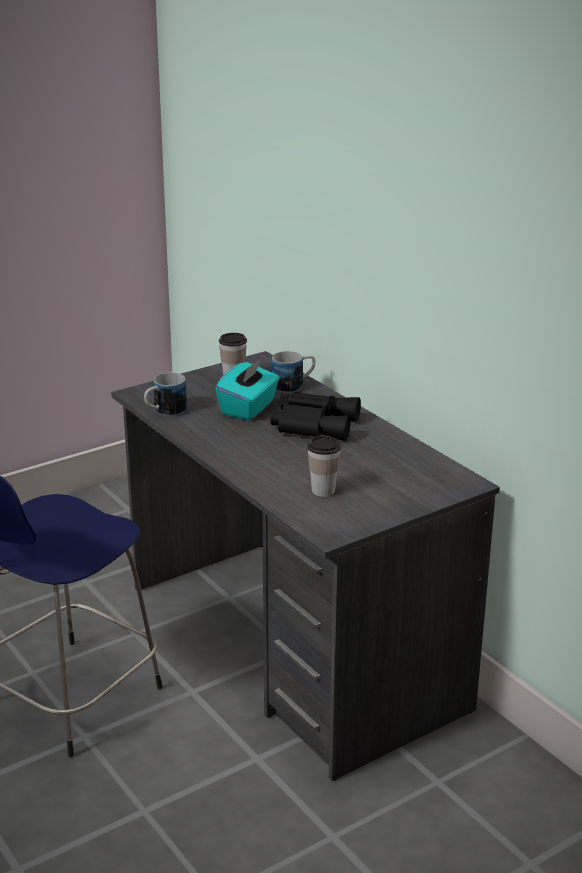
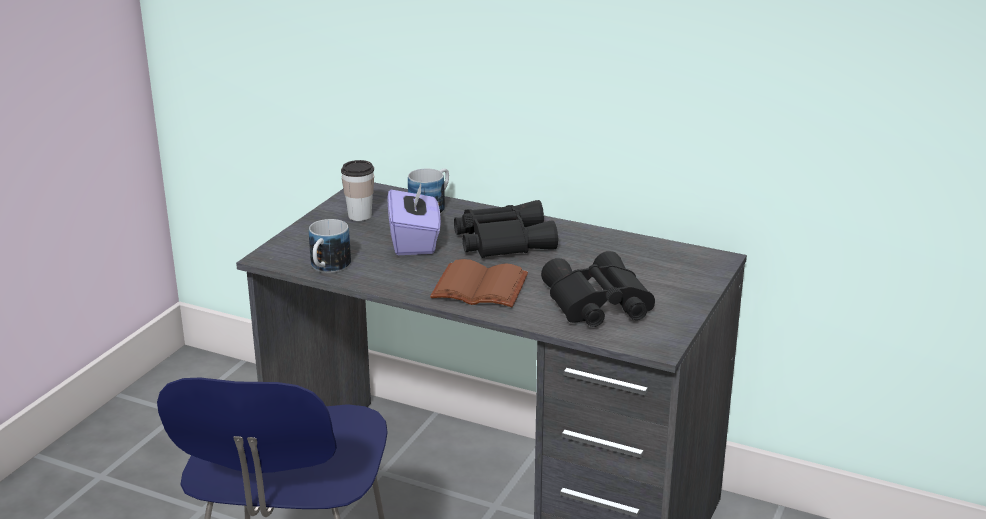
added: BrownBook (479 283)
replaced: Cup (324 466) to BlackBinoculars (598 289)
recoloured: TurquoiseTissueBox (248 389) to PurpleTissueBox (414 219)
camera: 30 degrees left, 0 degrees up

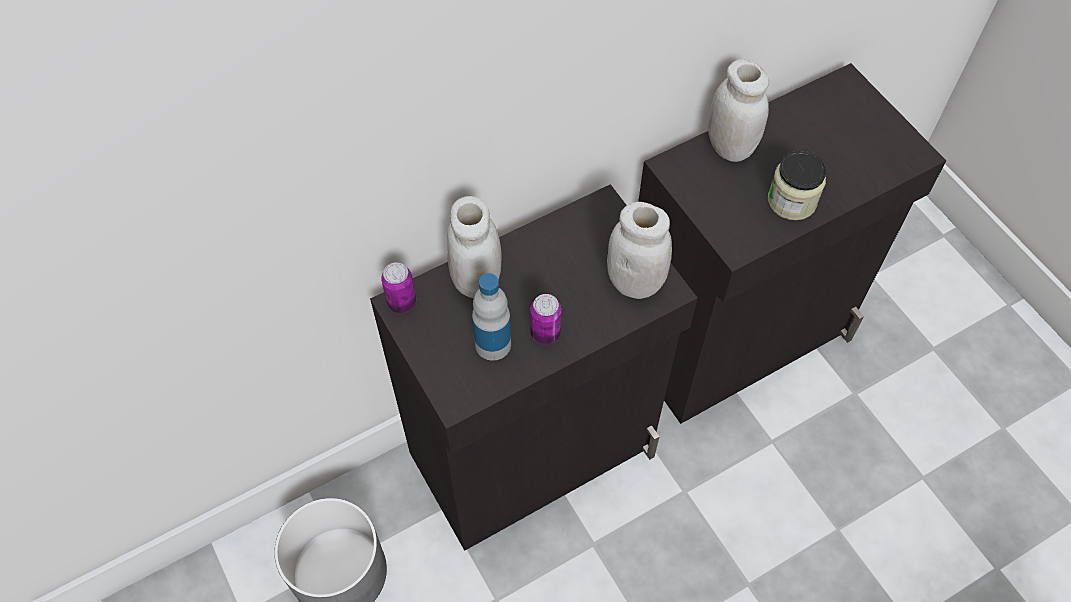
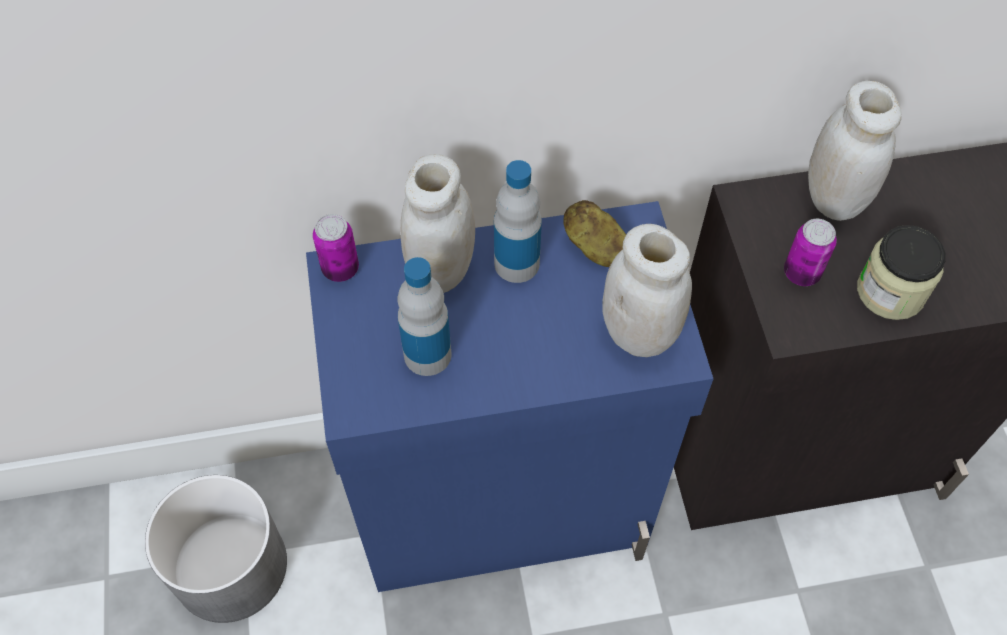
added: Bottle (518 221); Potato (594 233)
moved: Can (546 319) to (810 252)
recoloured: BlackCabinet (534 367) to BlueCabinet (509 396)
camera: 20 degrees right, 0 degrees up

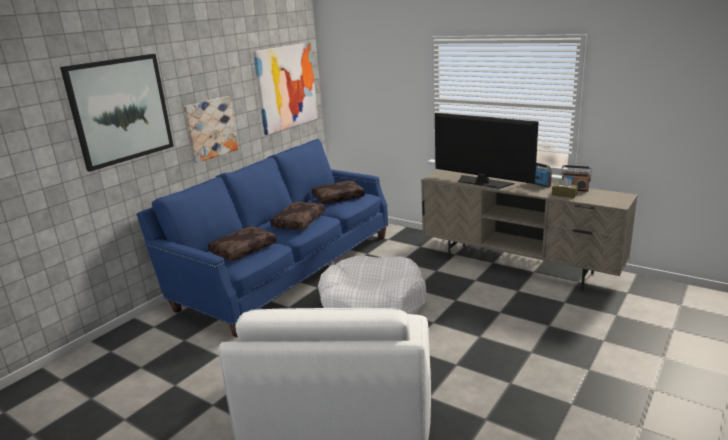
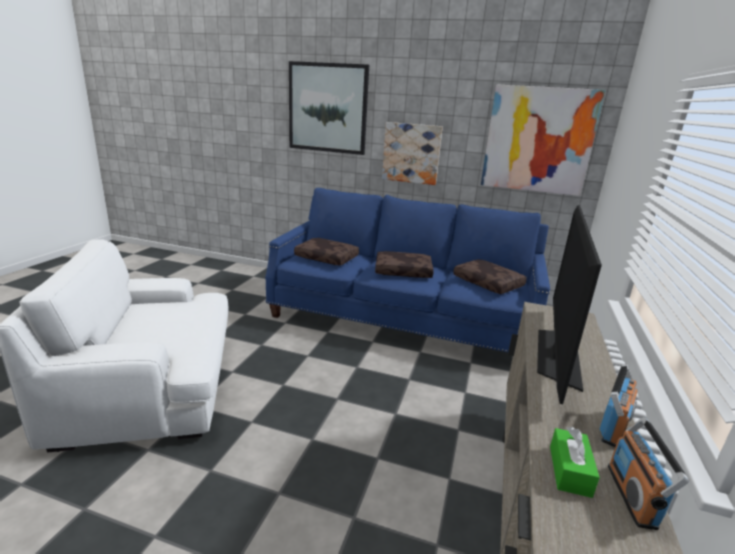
removed: WhiteDogBed (372 284)
recoloured: BrownTissueBox (565 187) to GreenTissueBox (575 462)
camera: 70 degrees right, 0 degrees up

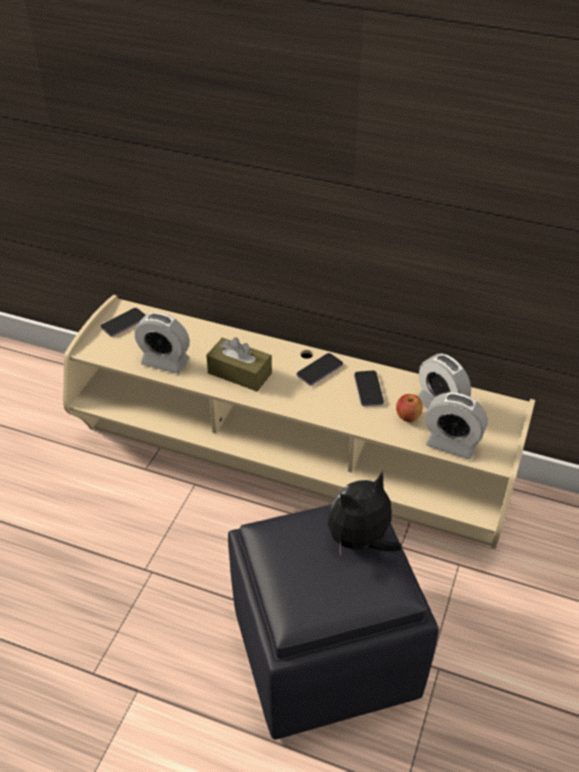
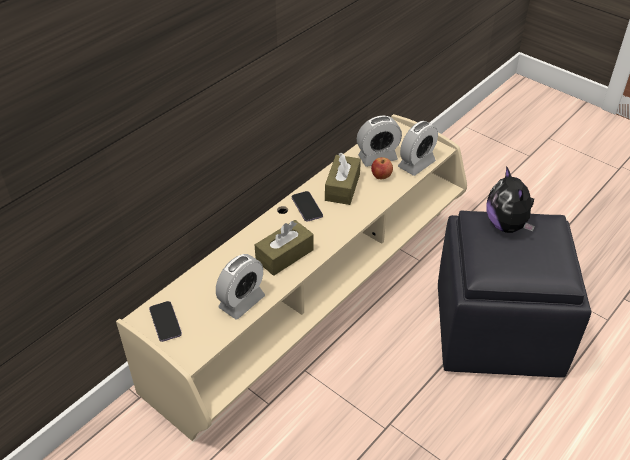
replaced: Phone (369 388) to BrownTissueBox (343 179)
camera: 70 degrees left, 0 degrees up

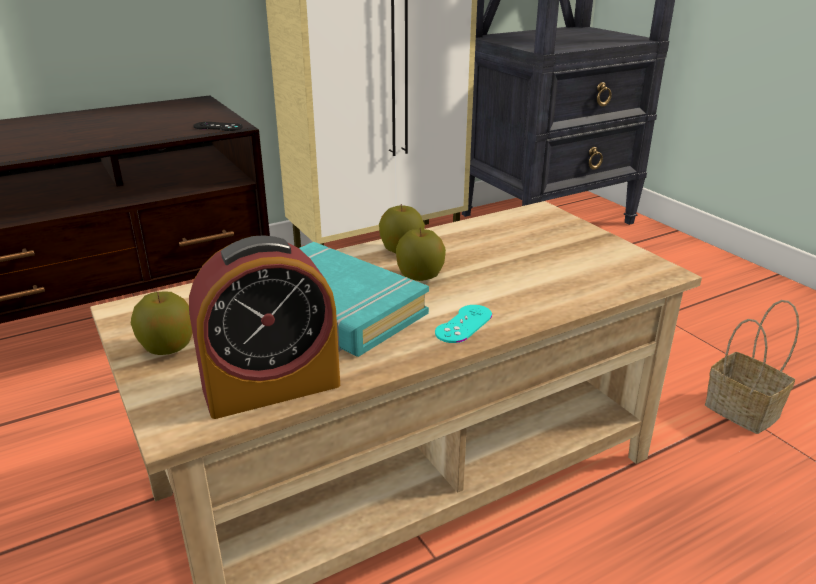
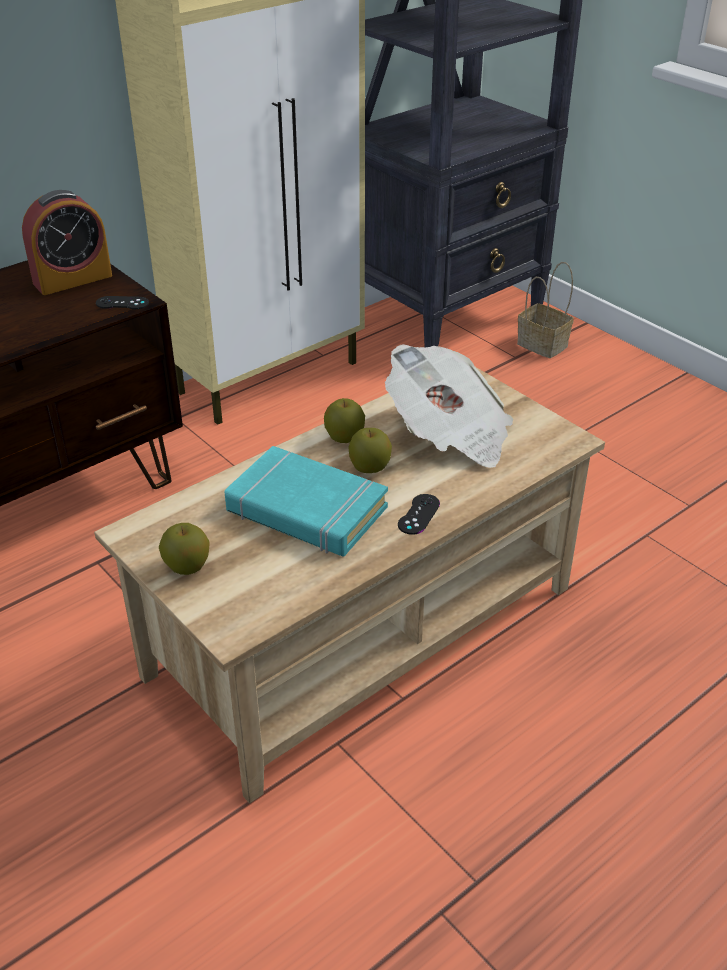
added: Newspaper (449 406)
moved: AlarmClock (264 327) to (67 242); Basket (752 367) to (545 310)
recoloured: TurquoiseGameController (463 324) to BlackGameController (419 514)
camera: 10 degrees left, 10 degrees up

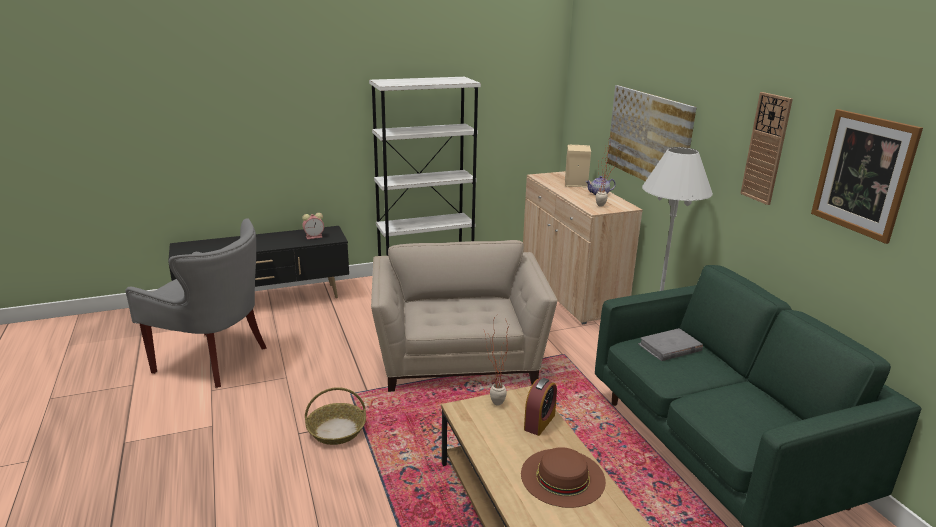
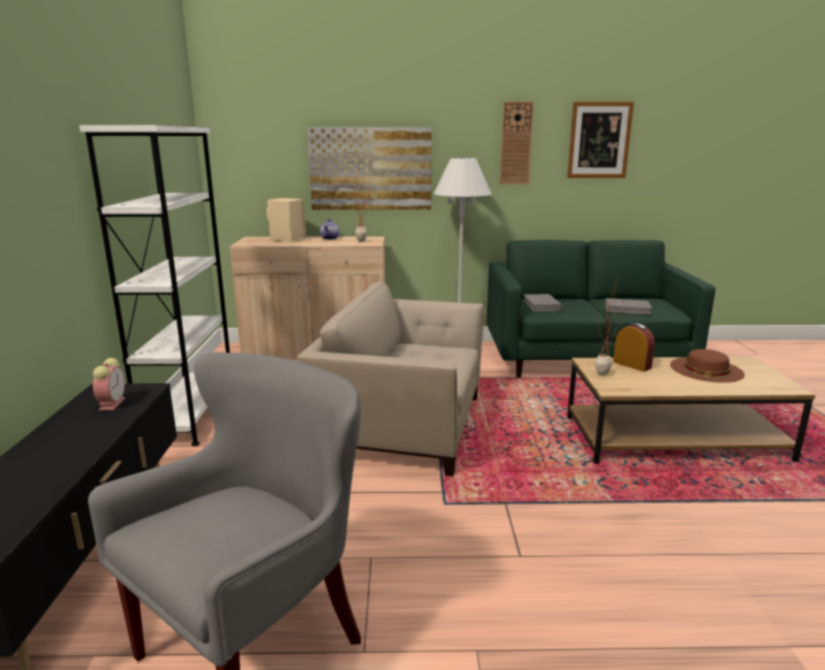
removed: Basket (335 416)
added: GreyBook (628 306)
camera: 70 degrees left, 5 degrees down

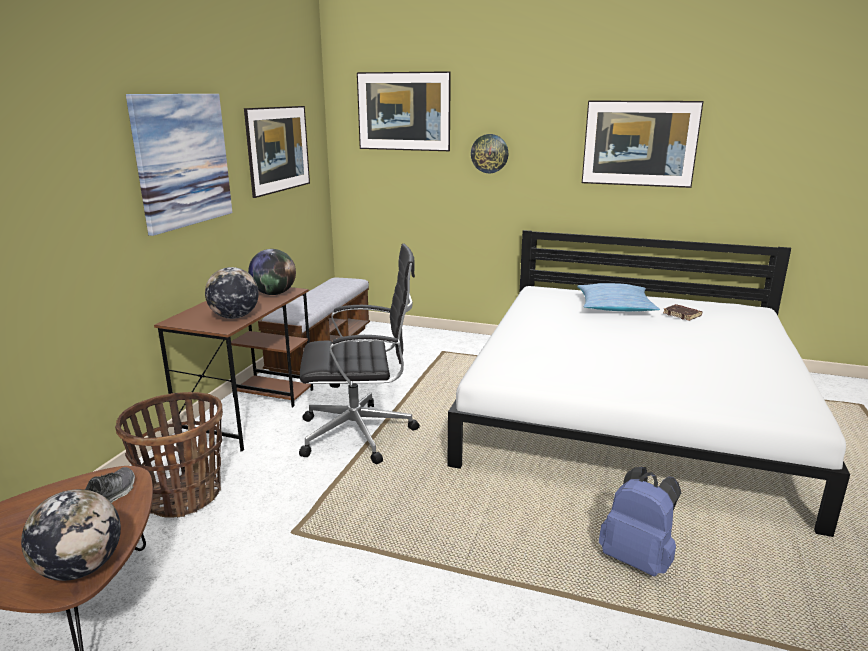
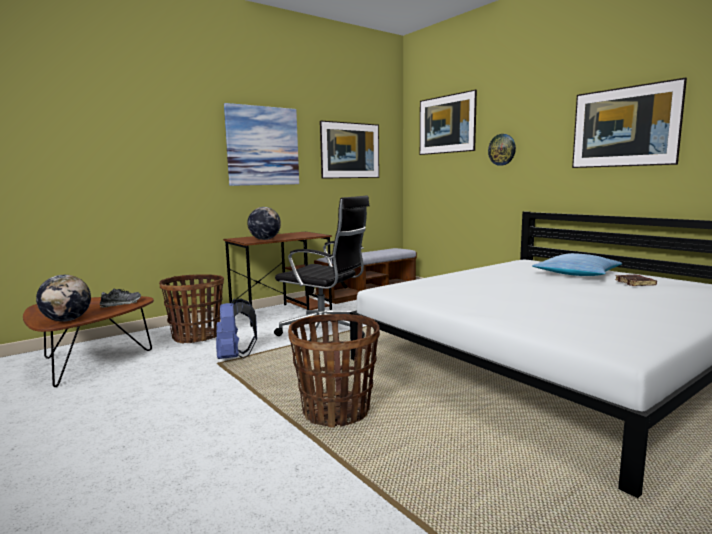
removed: Globe (272 272)
added: Basket (334 371)
moved: BlueBackpack (640 522) to (236 328)
camera: 35 degrees right, 10 degrees down

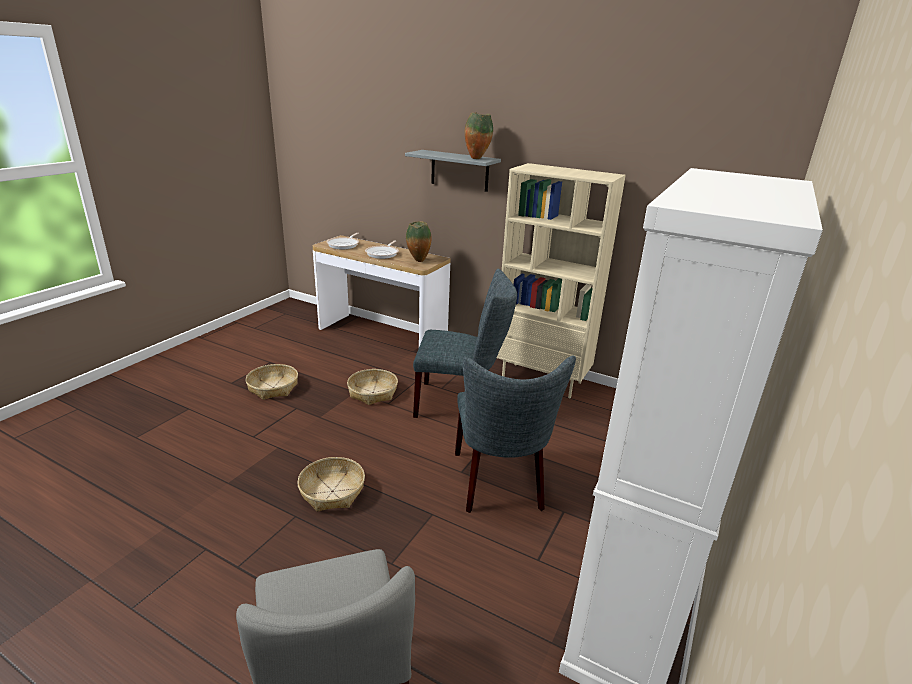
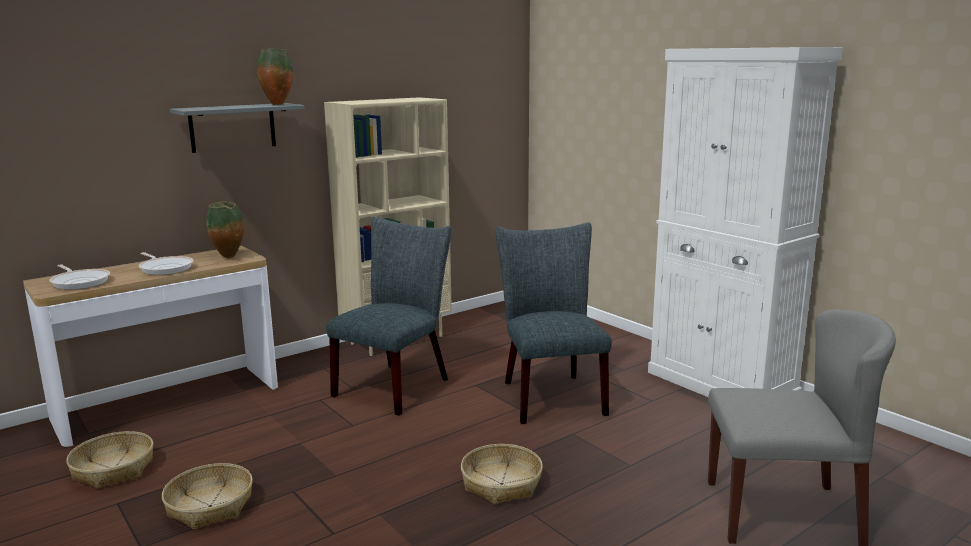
moved: Basket (372 387) to (110 460)
turned: GreyChair (515 434) = (553 323) 120 degrees counterclockwise
camera: 65 degrees left, 10 degrees down

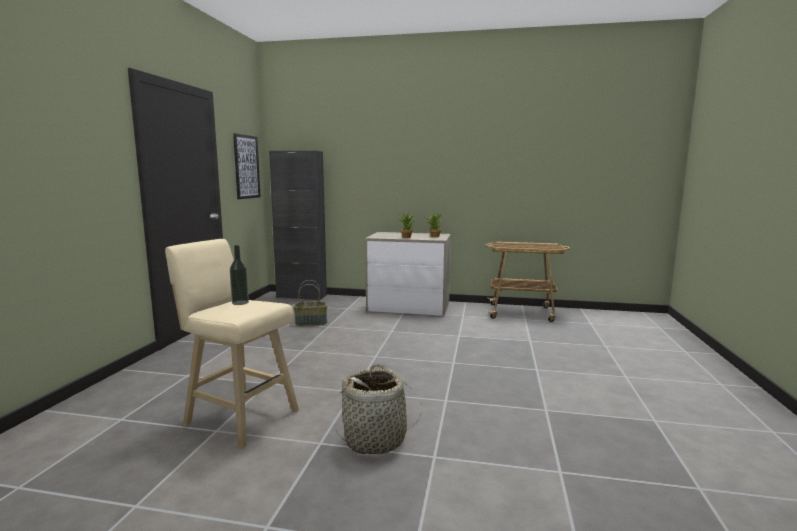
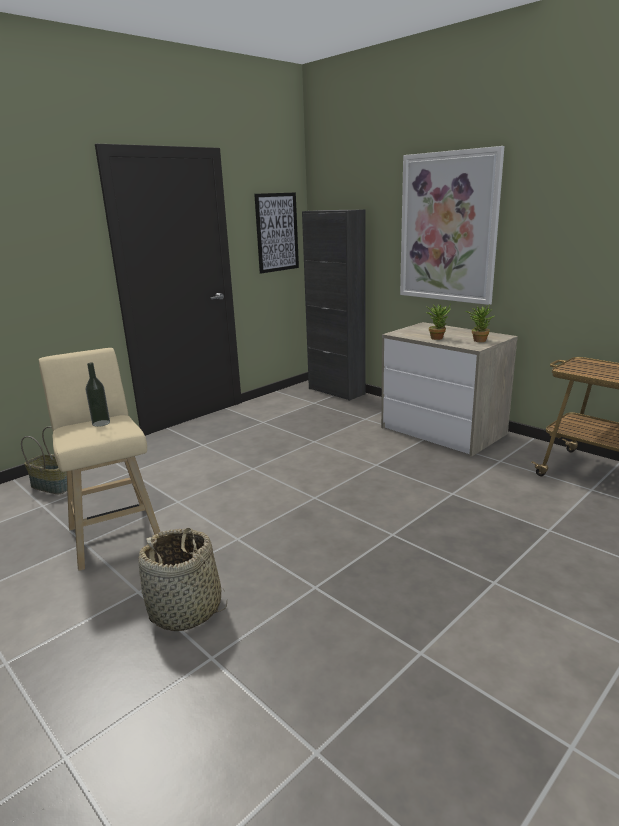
added: Picture (452 225)
moved: Basket (310 303) to (44 460)
camera: 35 degrees right, 10 degrees up

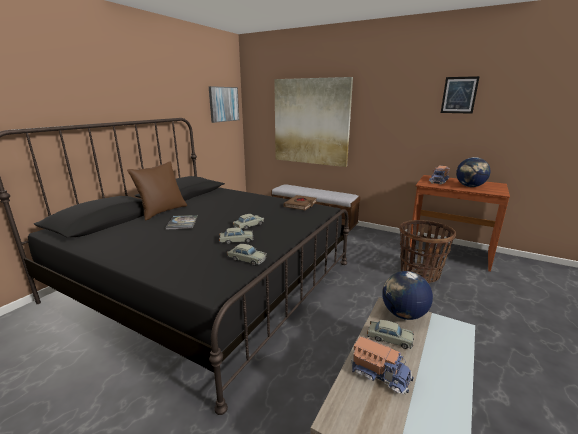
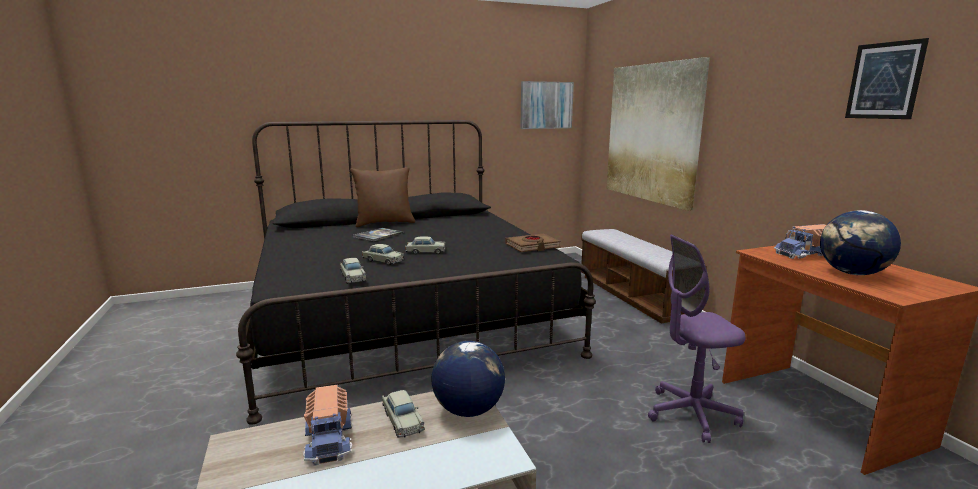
replaced: Basket (428 251) to PurpleOfficeChair (697 339)
camera: 40 degrees right, 5 degrees down

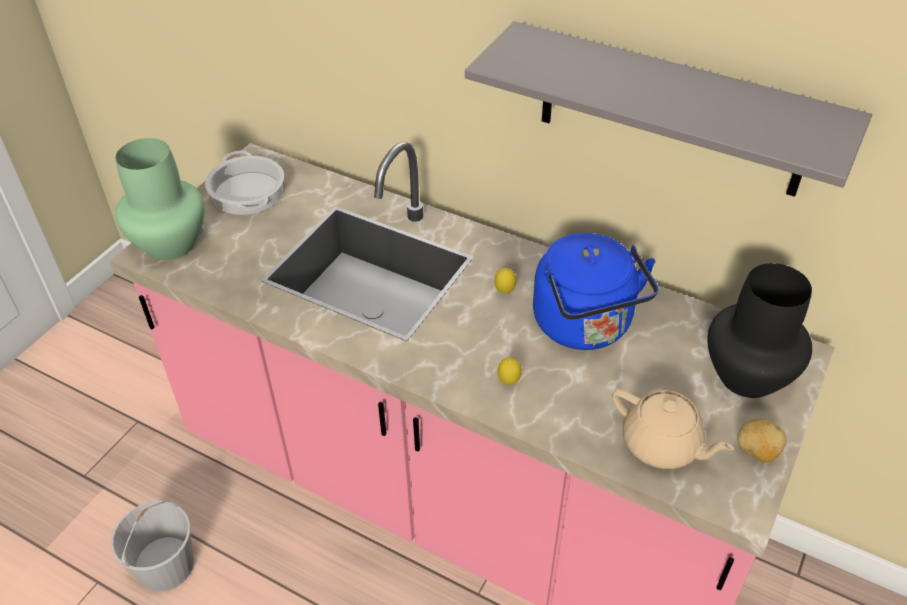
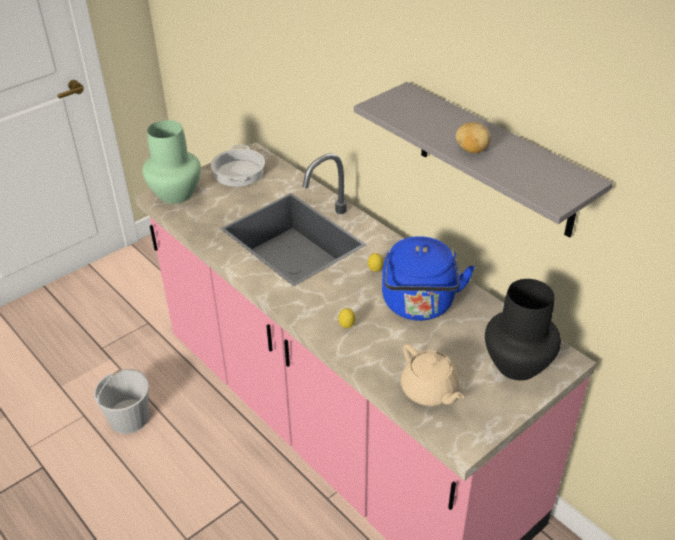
moved: Potato (762 440) to (473 137)
camera: 20 degrees right, 5 degrees down

